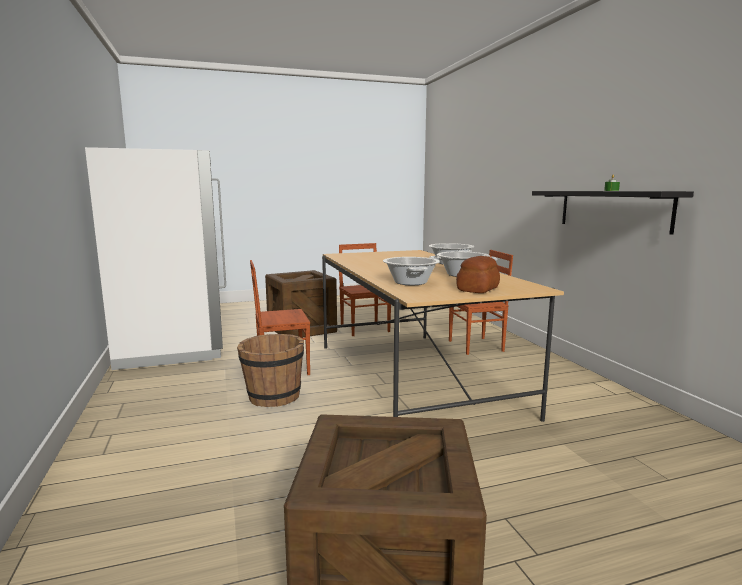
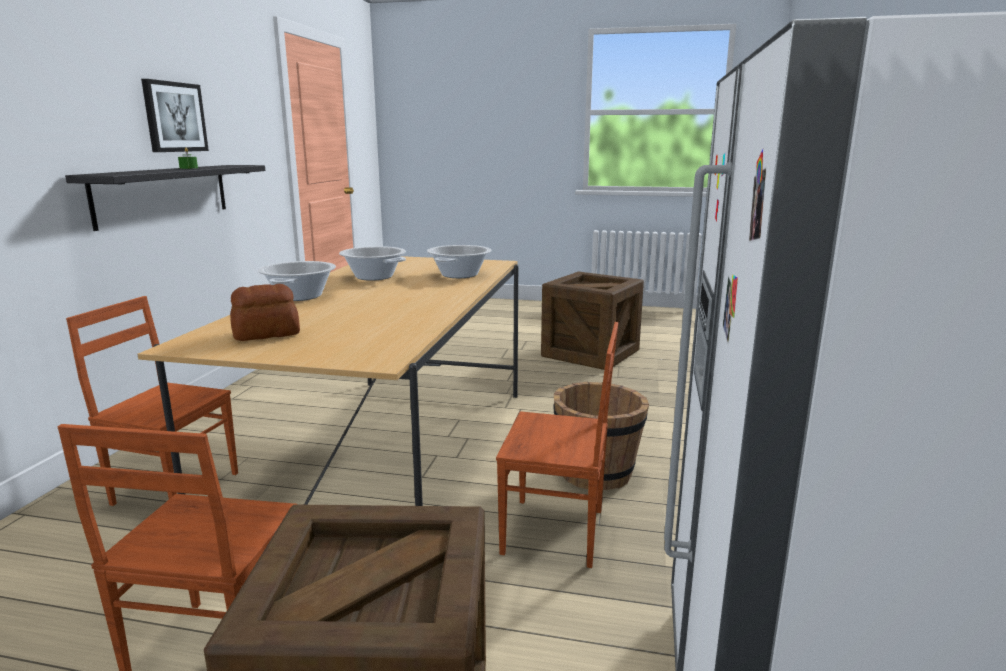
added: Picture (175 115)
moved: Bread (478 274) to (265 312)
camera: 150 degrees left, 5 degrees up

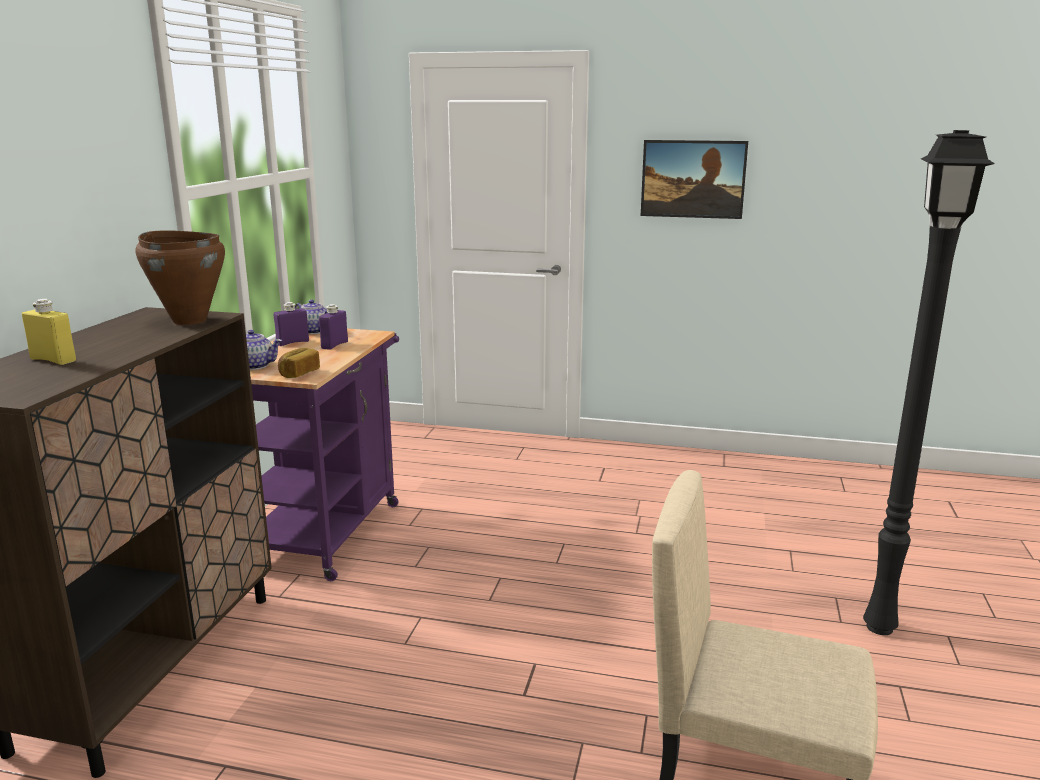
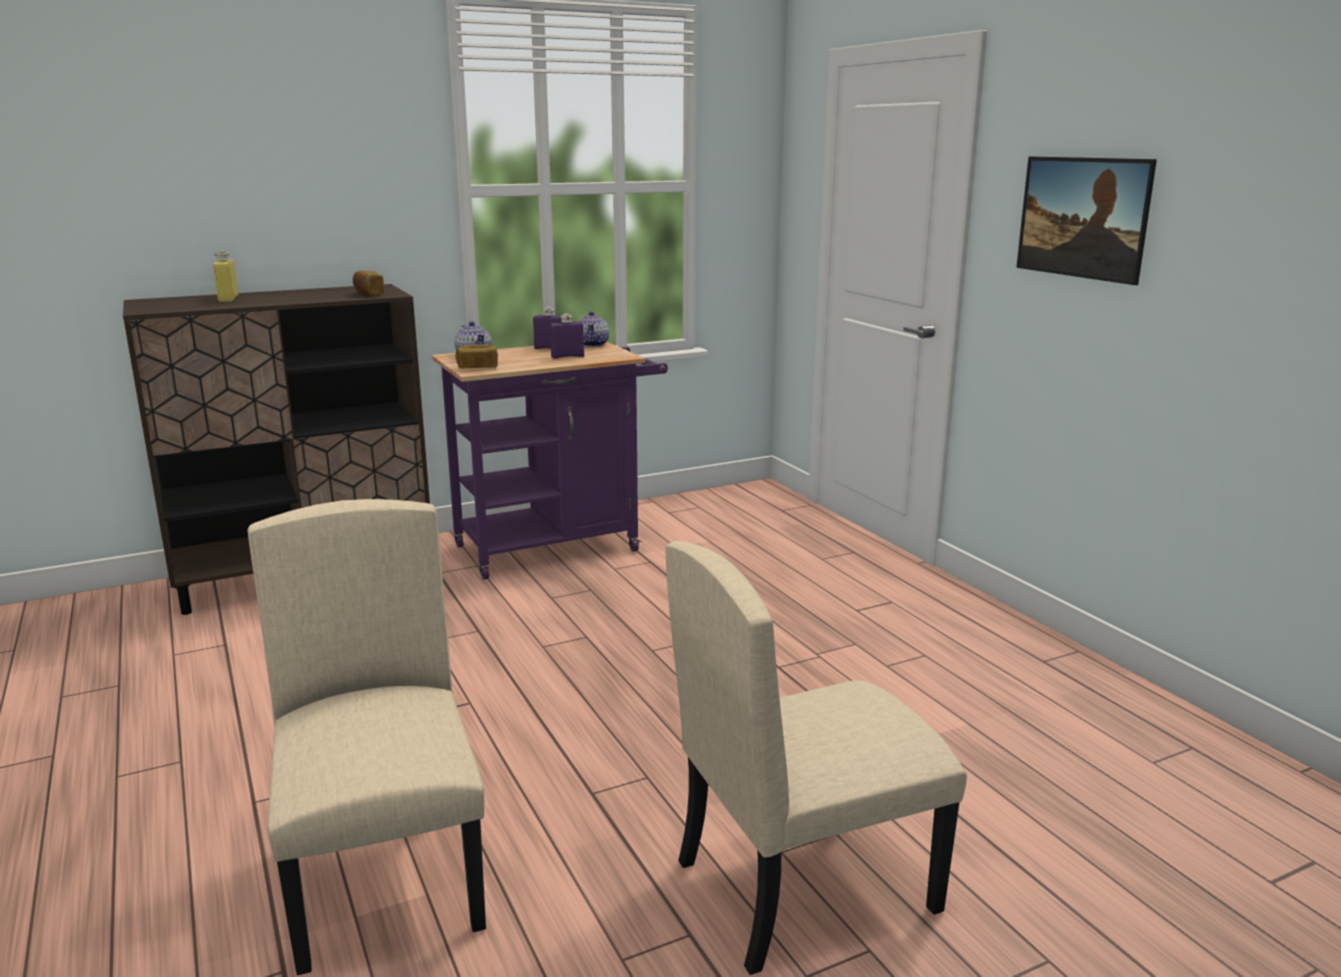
replaced: BrownCookingPot (180 277) to Bread (368 283); BlackFloorLamp (929 382) to BeigeChair (816 758)
camera: 50 degrees right, 0 degrees up

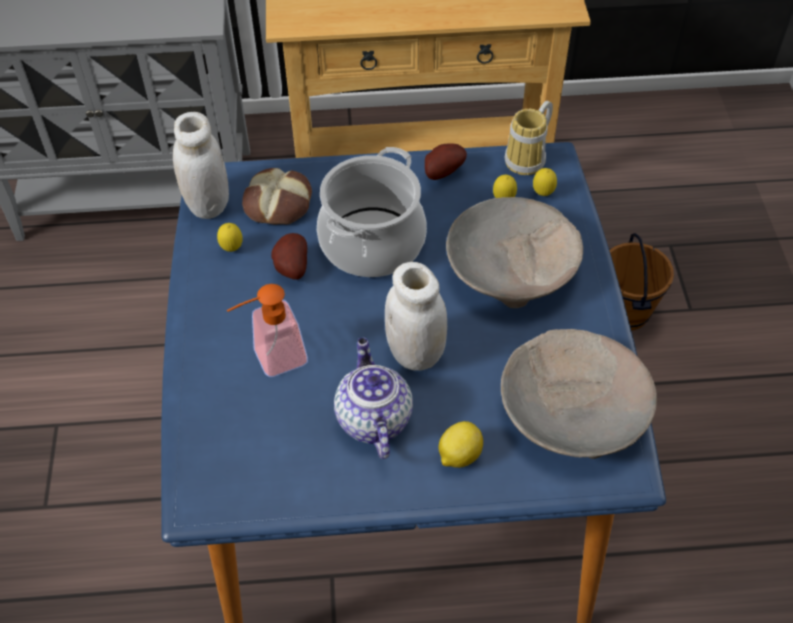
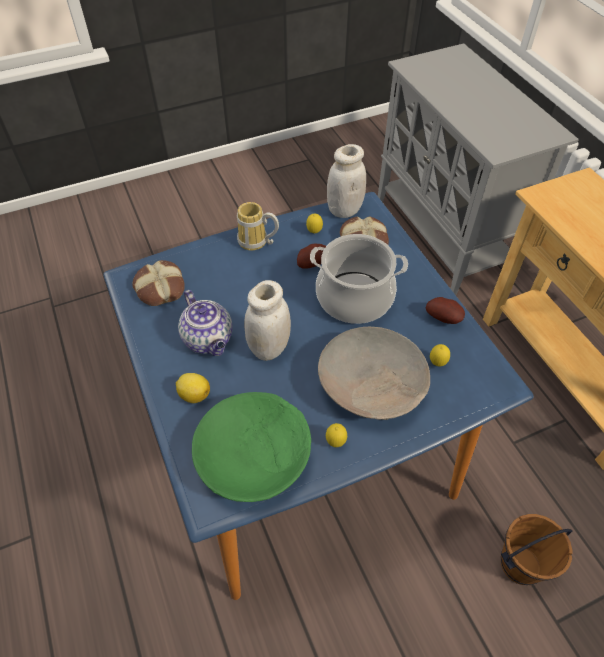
removed: SoapDispenser (267 330)
added: Bread (158 283)
moved: Mug (529 137) to (258 226); Lemon (545 182) to (336 435)
recoloured: BeigeBowl (579 394) to GreenBowl (251 447)
turned: Teapot (373 398) = (205 323) 90 degrees clockwise
camera: 70 degrees right, 0 degrees up

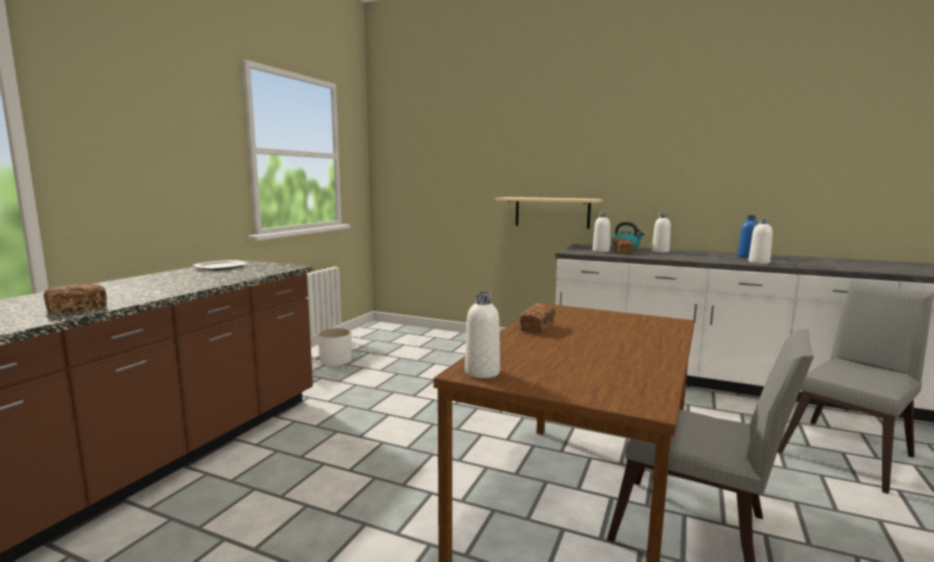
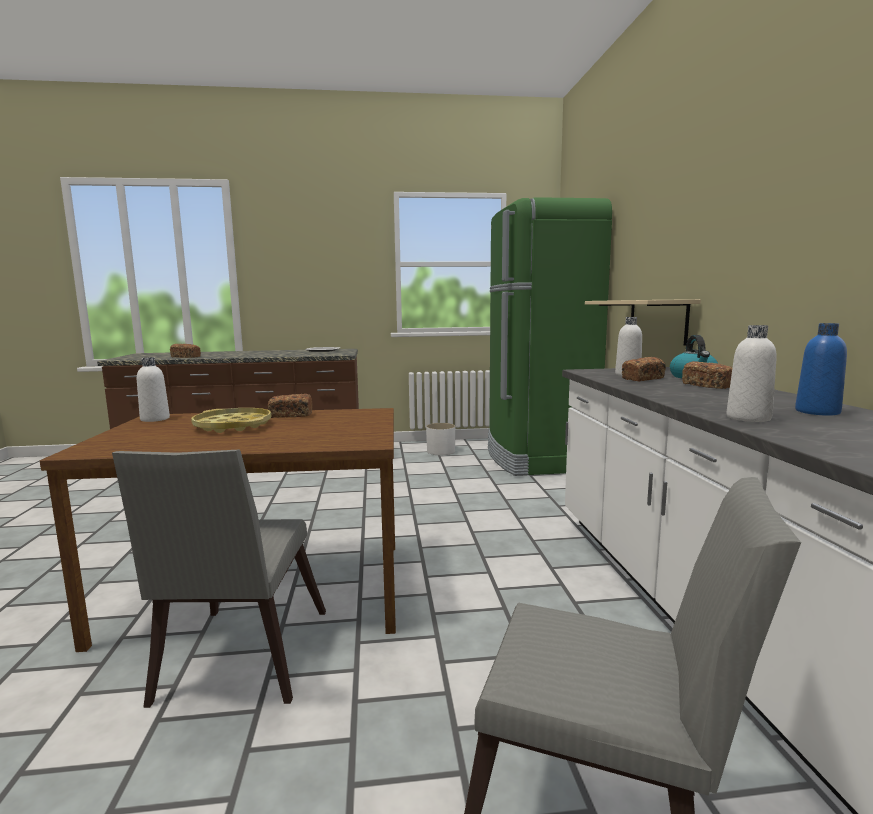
added: YellowTray (231 420); GreenFridge (550 336)
replaced: WhiteBottle (661 233) to Bread (707 375)
camera: 60 degrees right, 0 degrees up

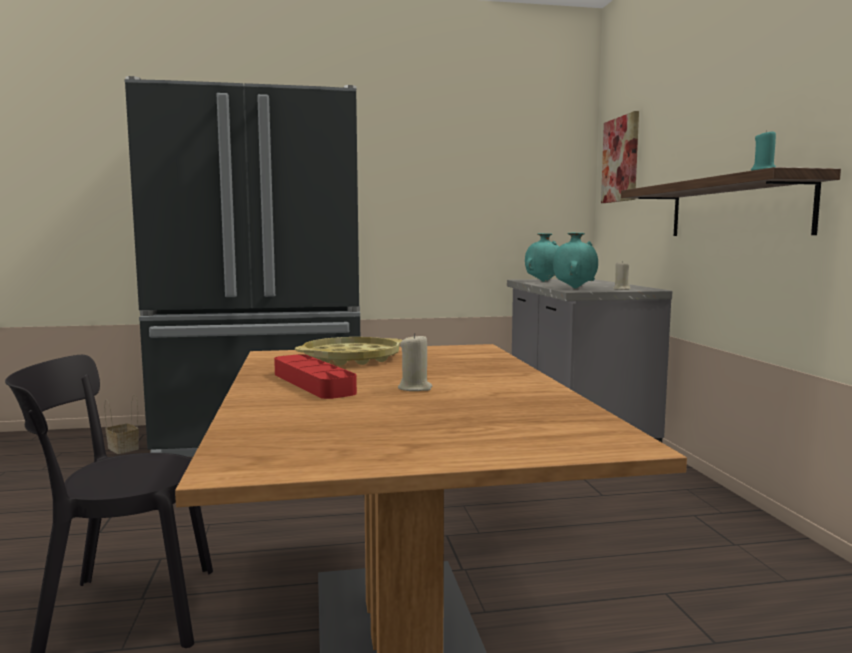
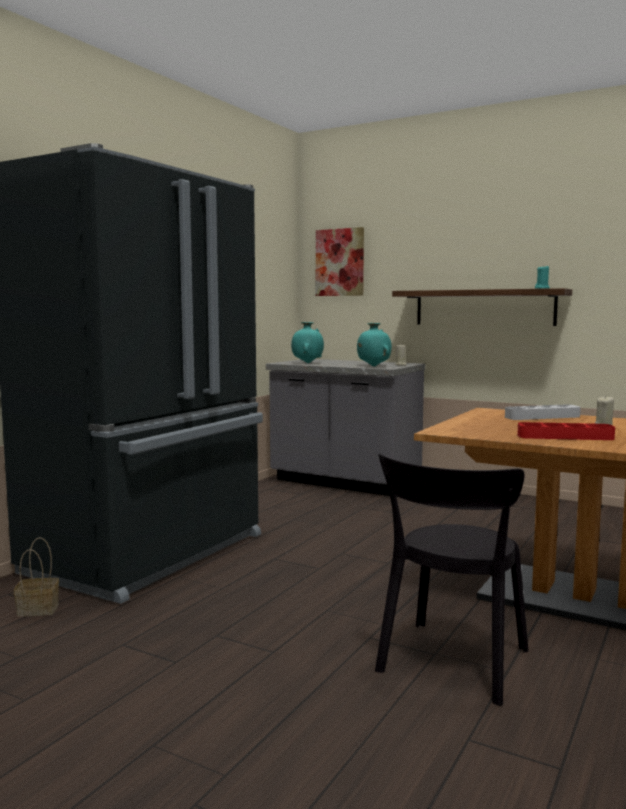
removed: YellowTray (348 351)
added: GreyTray (543 412)
camera: 50 degrees left, 0 degrees up

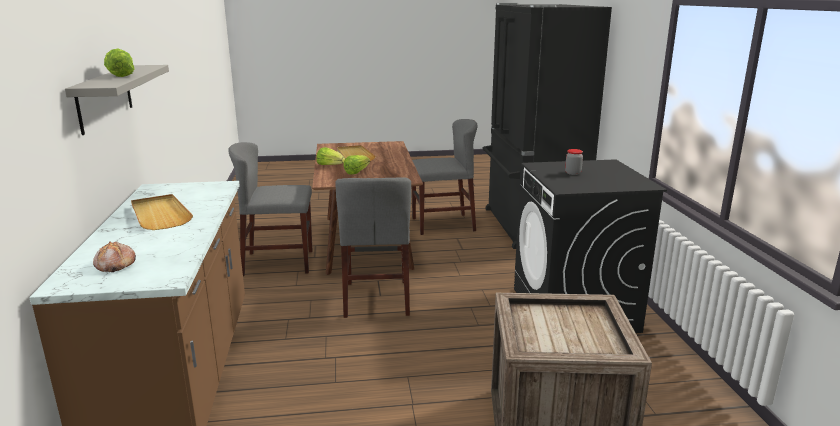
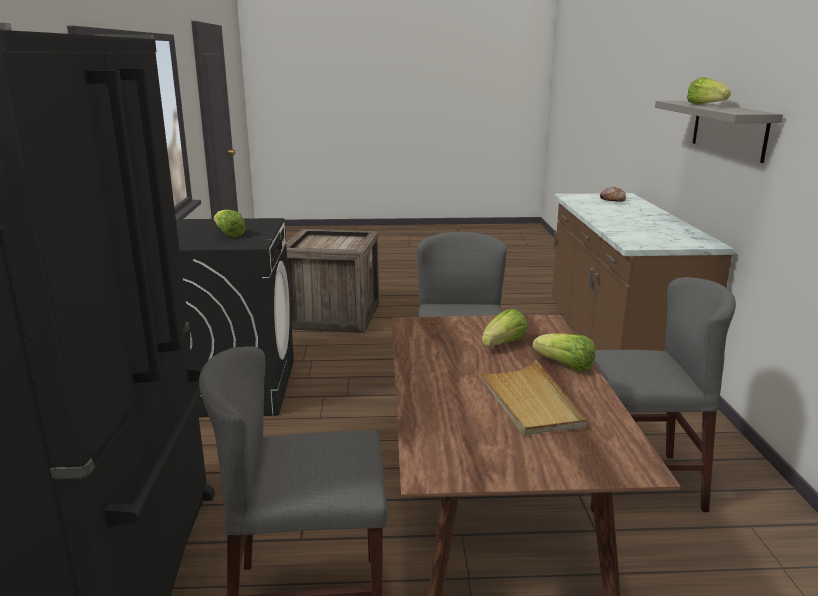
removed: BeigeTray (162 212)
replaced: Jar (574 162) to Lettuce (230 223)
camera: 175 degrees left, 0 degrees up

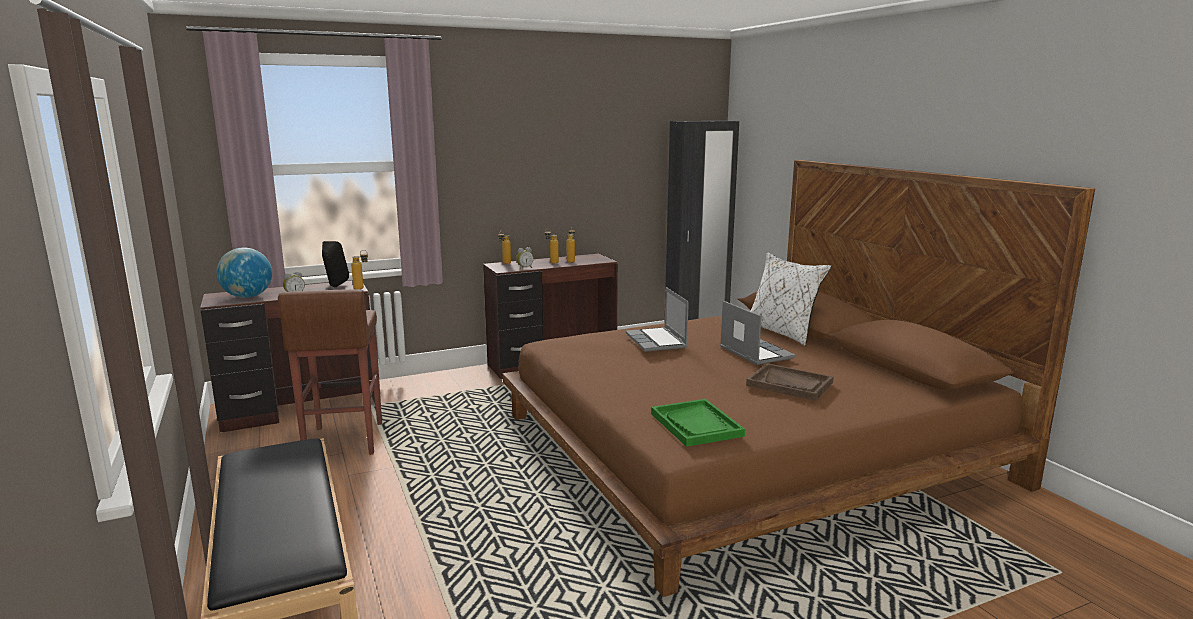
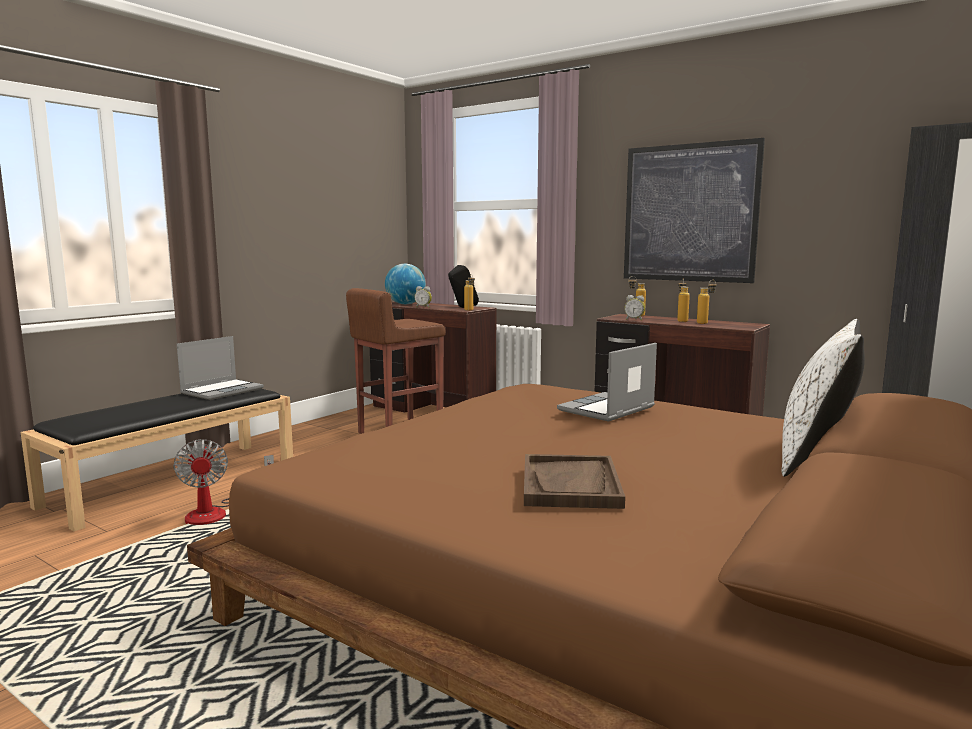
removed: GreenTray (698 423)
added: Fan (223 482); Picture (694 210)
moved: Laptop (758 333) to (220 368)
camera: 60 degrees right, 5 degrees down

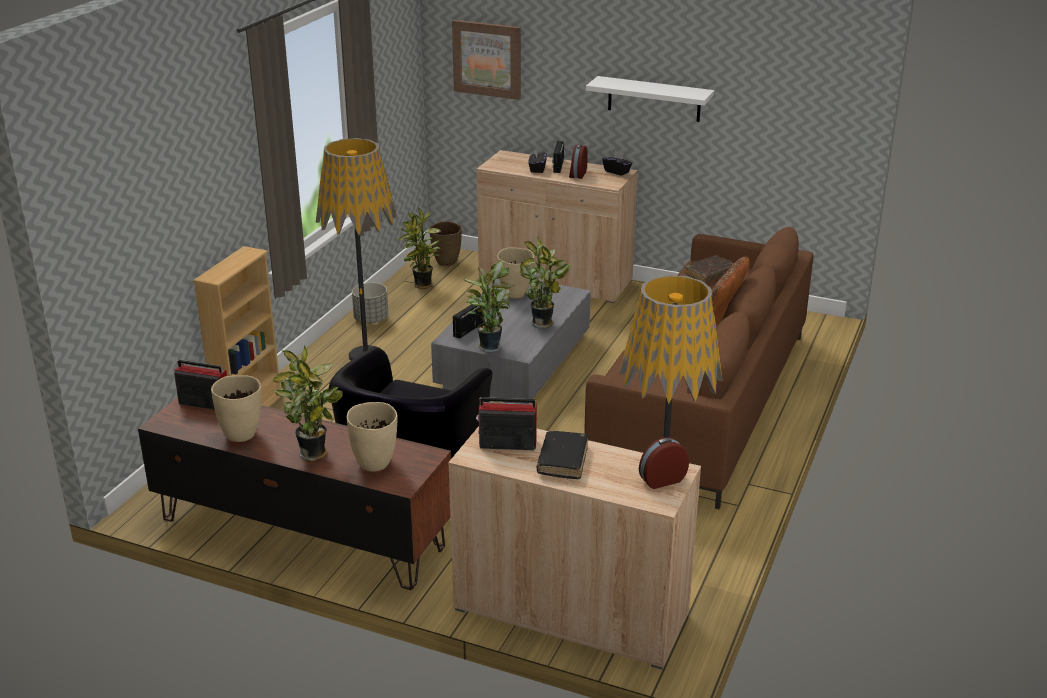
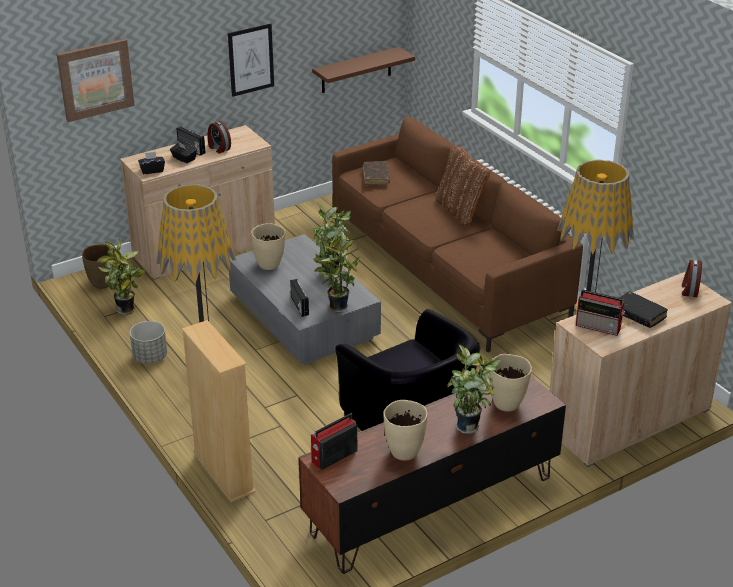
added: BrownShelf (363 70)
moved: BlackTissueBox (617 163) to (151 163)
replaced: WhiteShelf (650 99) to Picture (251 60)
turned: Radio (506 424) = (600 312) 105 degrees counterclockwise
camera: 55 degrees left, 5 degrees up

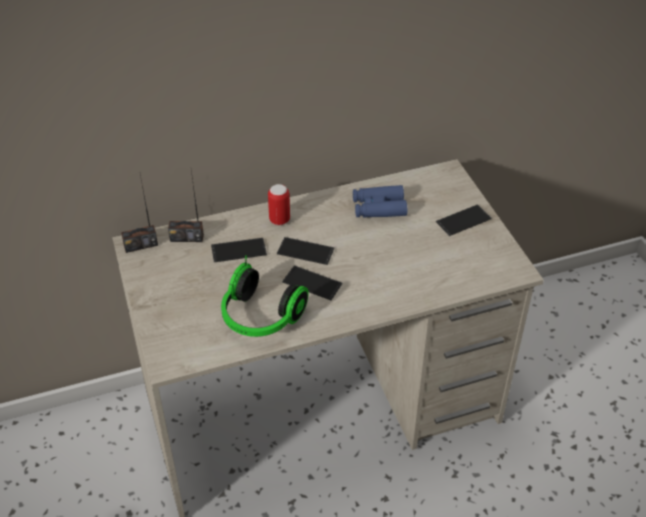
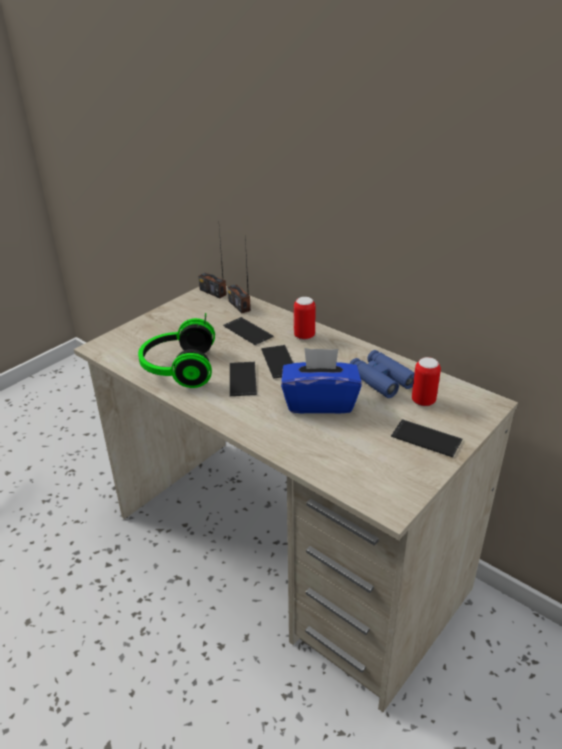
added: BlueTissueBox (321 380); Can (426 381)
camera: 60 degrees right, 10 degrees down

